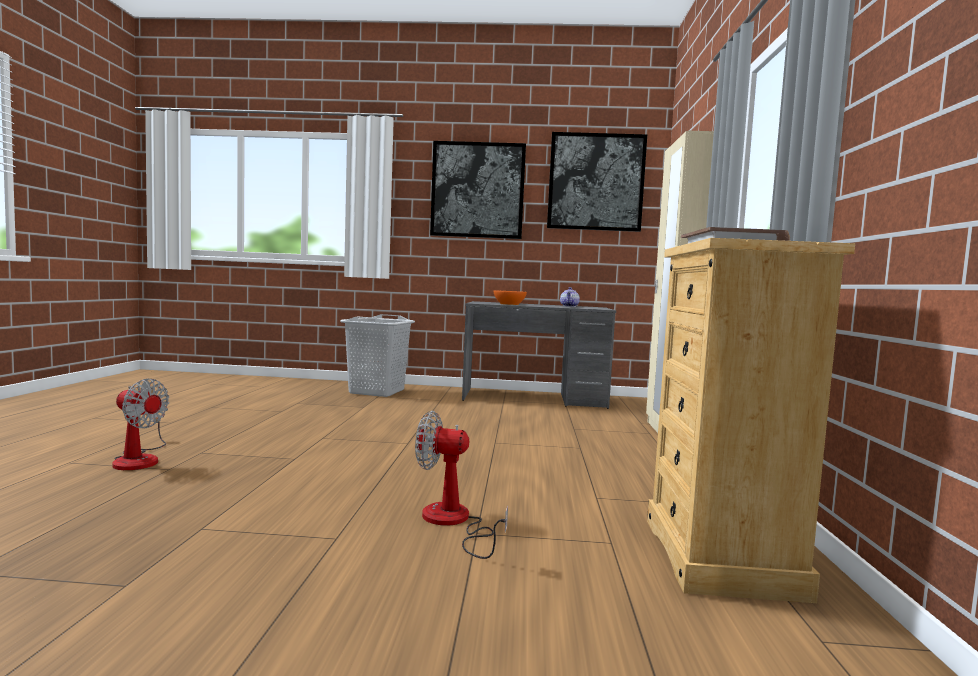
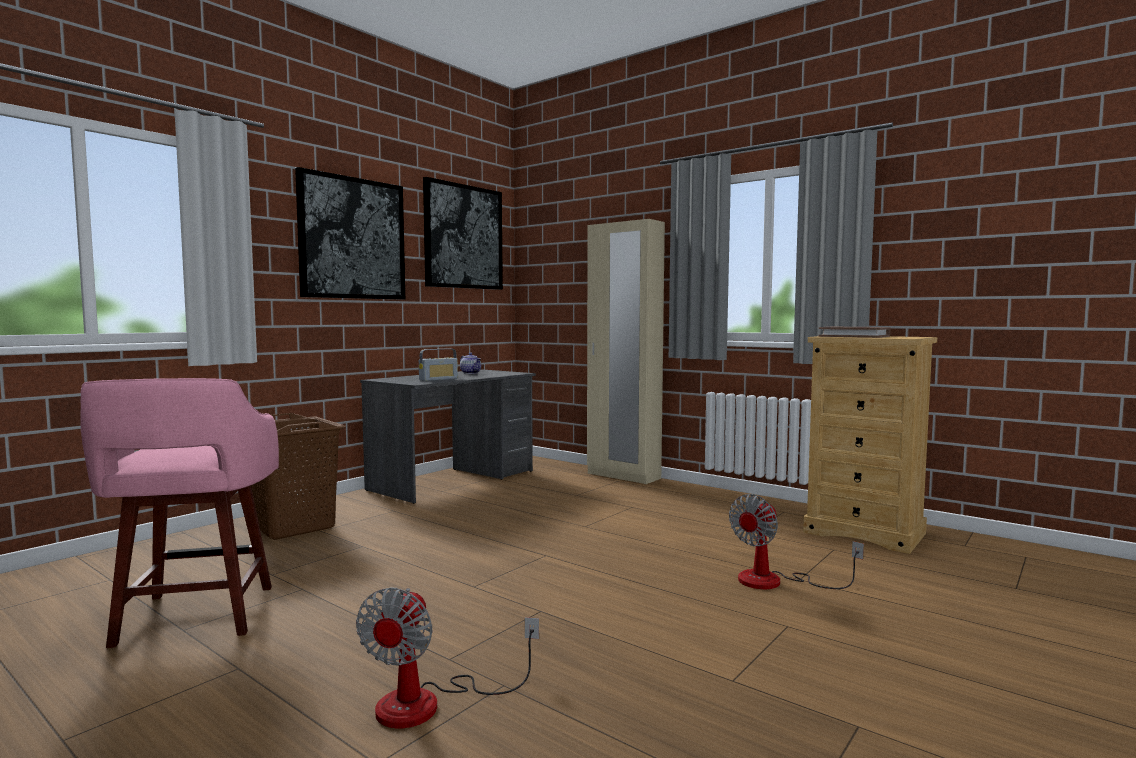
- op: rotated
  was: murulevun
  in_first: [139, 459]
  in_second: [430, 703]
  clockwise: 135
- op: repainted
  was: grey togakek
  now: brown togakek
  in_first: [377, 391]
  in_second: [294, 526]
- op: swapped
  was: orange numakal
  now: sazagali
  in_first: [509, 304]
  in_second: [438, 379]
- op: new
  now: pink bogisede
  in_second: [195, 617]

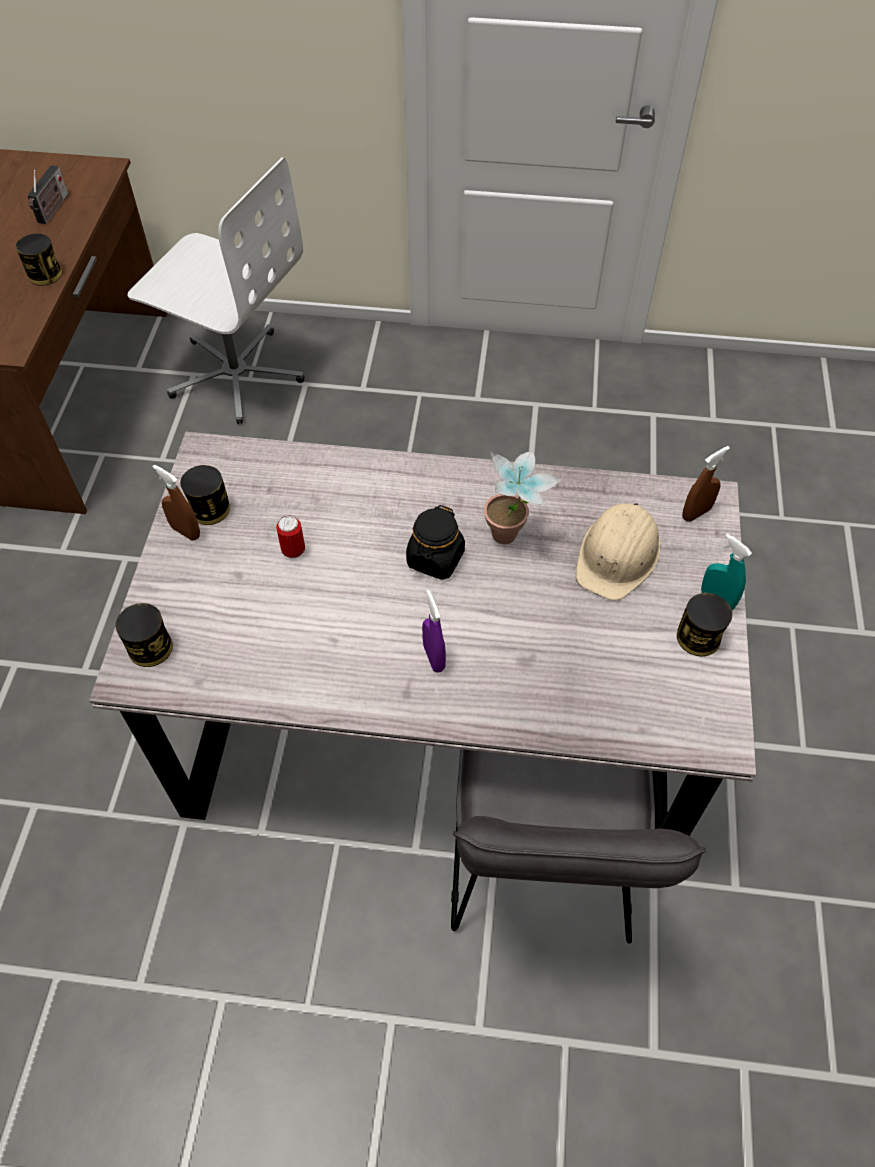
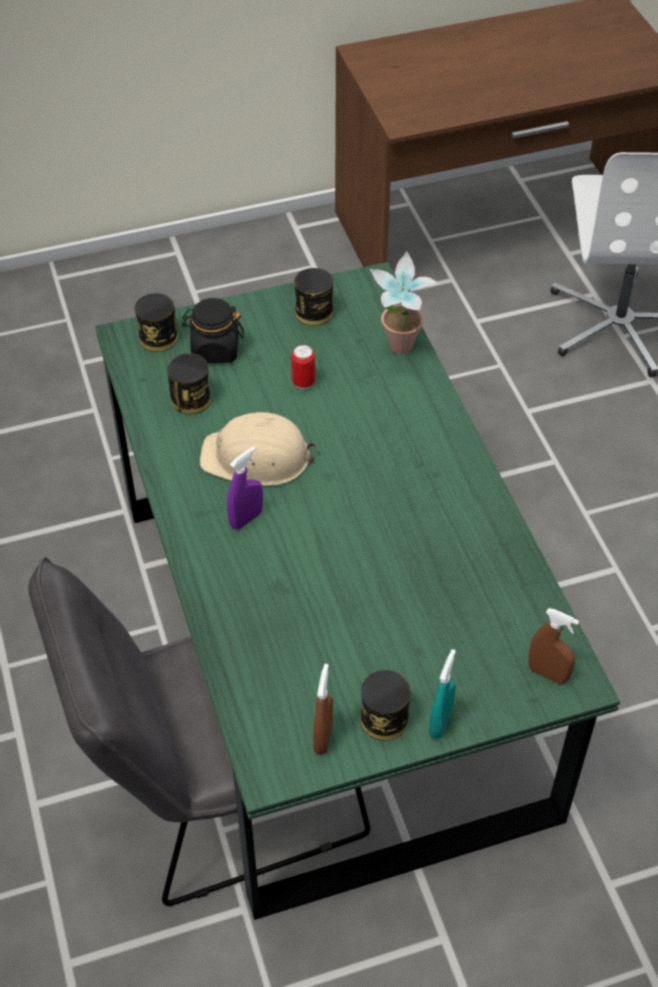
- op: shifted
  was: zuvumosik
  in_first: [45, 274]
  in_second: [191, 399]
- op: gone
  was: sazagali
  in_first: [52, 210]
- op: repainted
  was: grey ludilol
  now: green ludilol
  in_first: [436, 715]
  in_second: [325, 651]
- op: shifted
  was: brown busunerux
  in_first: [185, 531]
  in_second: [323, 737]
- op: shifted
  was: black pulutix
  in_first: [435, 559]
  in_second: [215, 350]
- op: shifted
  was: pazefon
  in_first: [512, 539]
  in_second: [399, 352]
- op: shifted
  was: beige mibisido
  in_first: [618, 555]
  in_second: [257, 458]

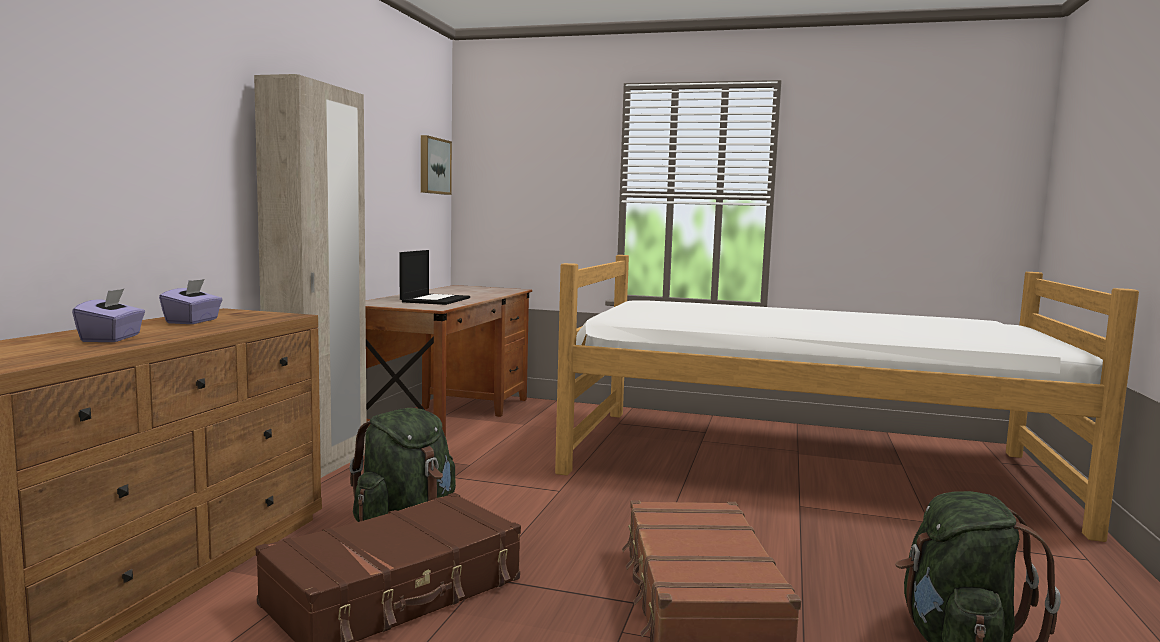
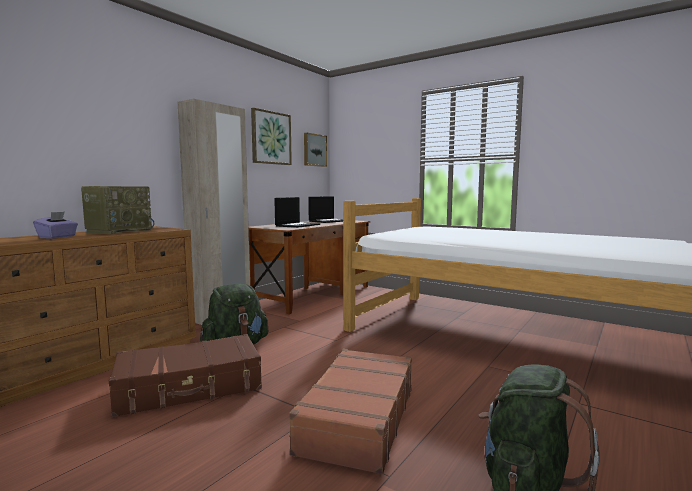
- op: swapped
  was: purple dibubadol
  now: sazagali
  in_first: [193, 321]
  in_second: [119, 231]
- op: new
  now: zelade
  in_second: [271, 138]
- op: new
  now: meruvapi
  in_second: [329, 221]

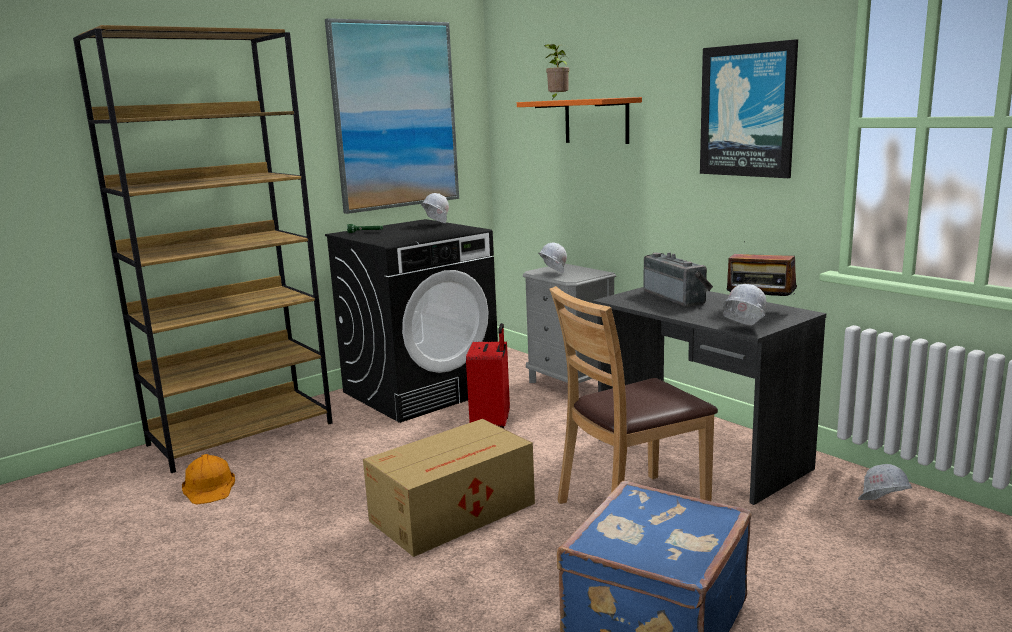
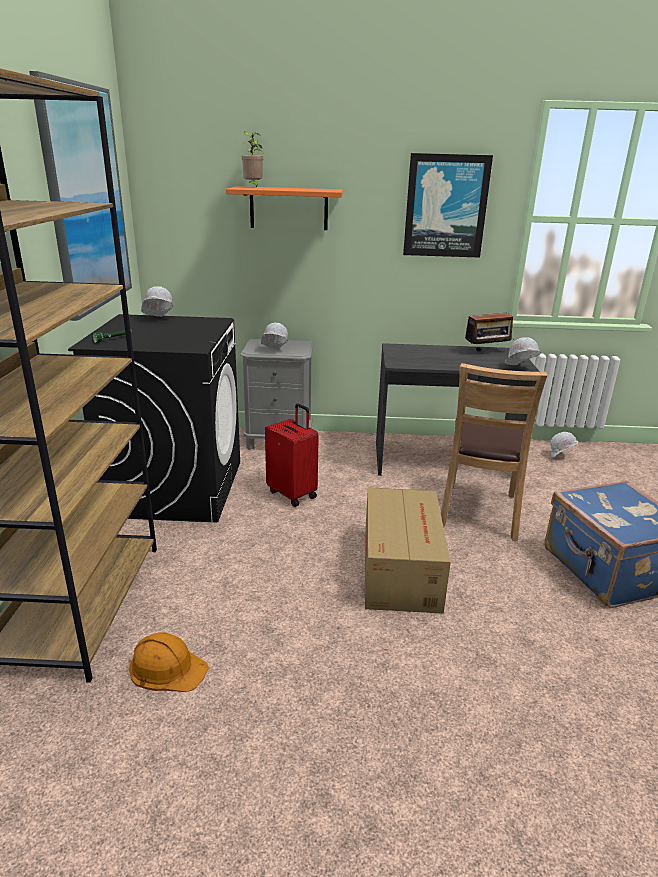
- op: gone
  was: sazagali
  in_first: [677, 297]

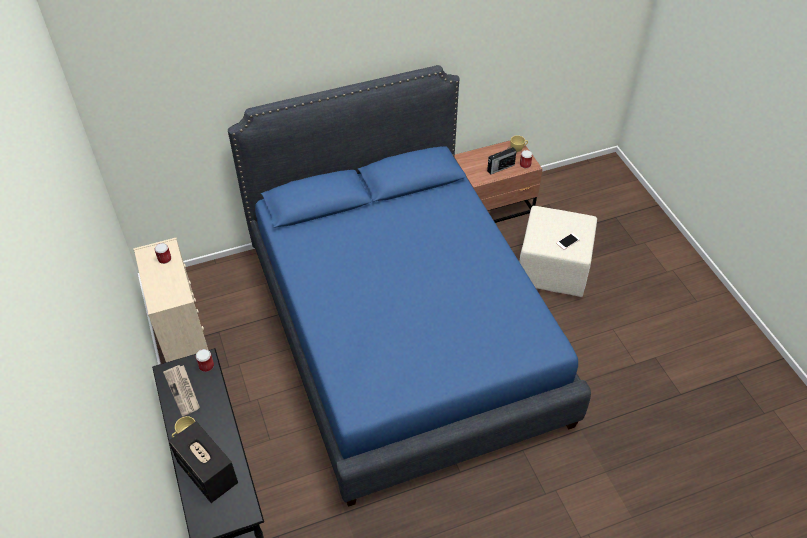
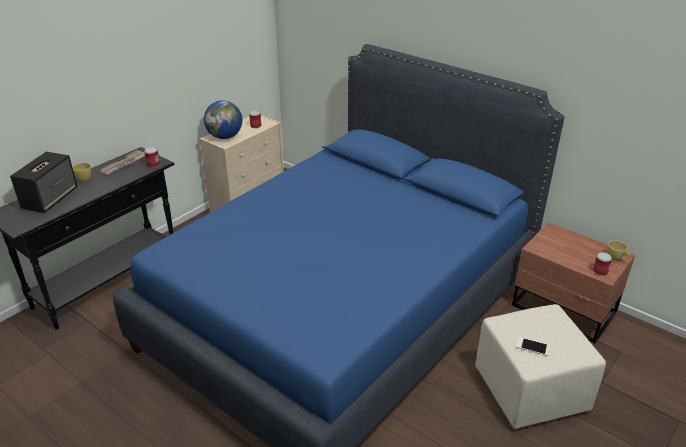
- op: gone
  was: sazagali
  in_first: [500, 168]
- op: new
  now: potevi
  in_second: [225, 137]

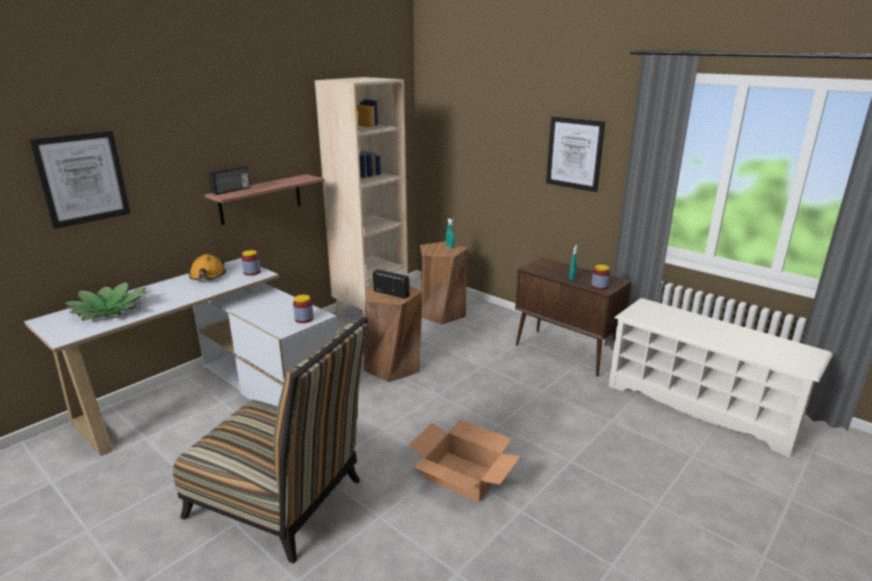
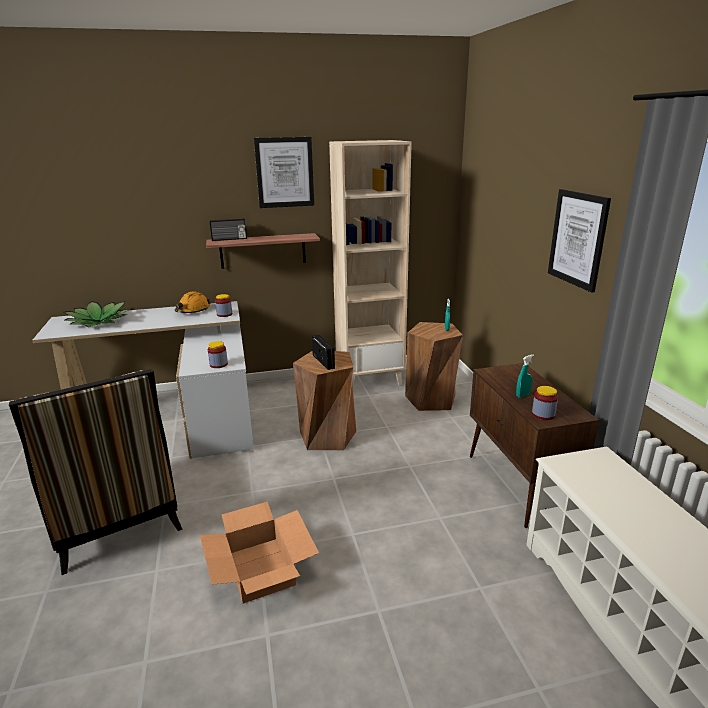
- op: shifted
  was: zelade
  in_first: [82, 178]
  in_second: [284, 172]

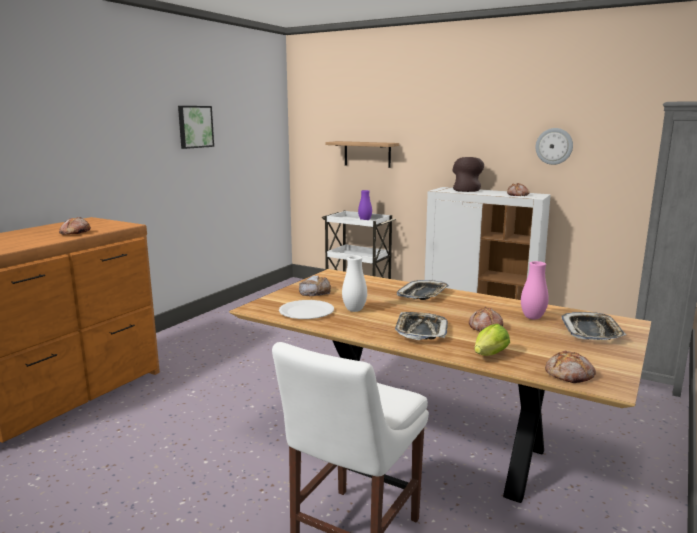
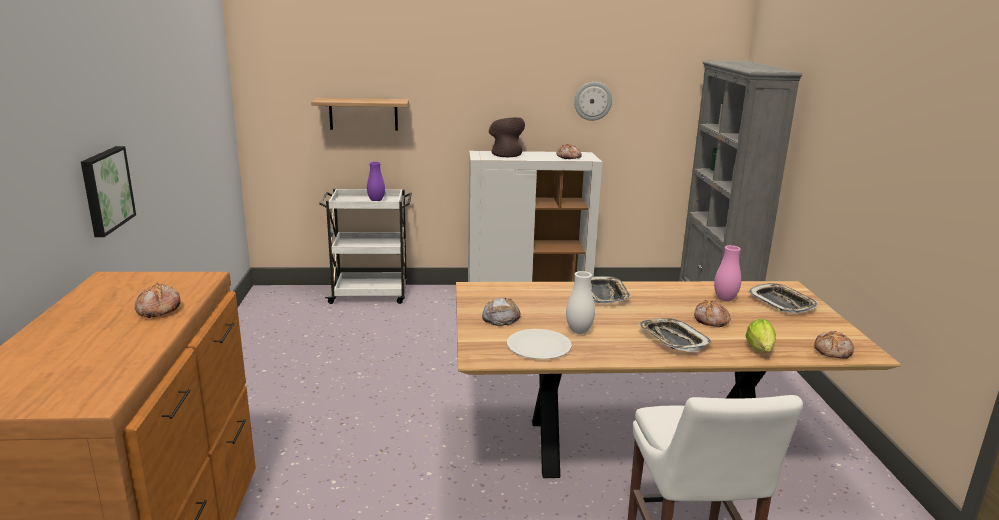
- op: shifted
  was: zelade
  in_first: [194, 126]
  in_second: [105, 190]

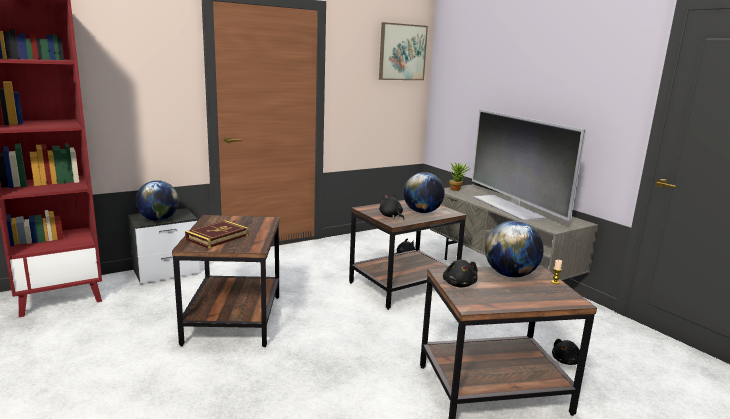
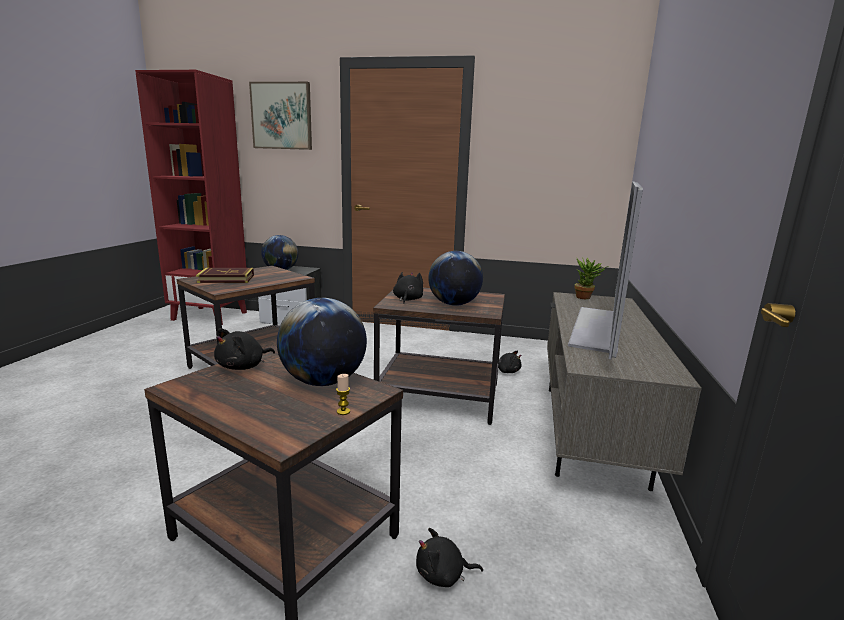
- op: shifted
  was: zelade
  in_first: [402, 52]
  in_second: [282, 116]

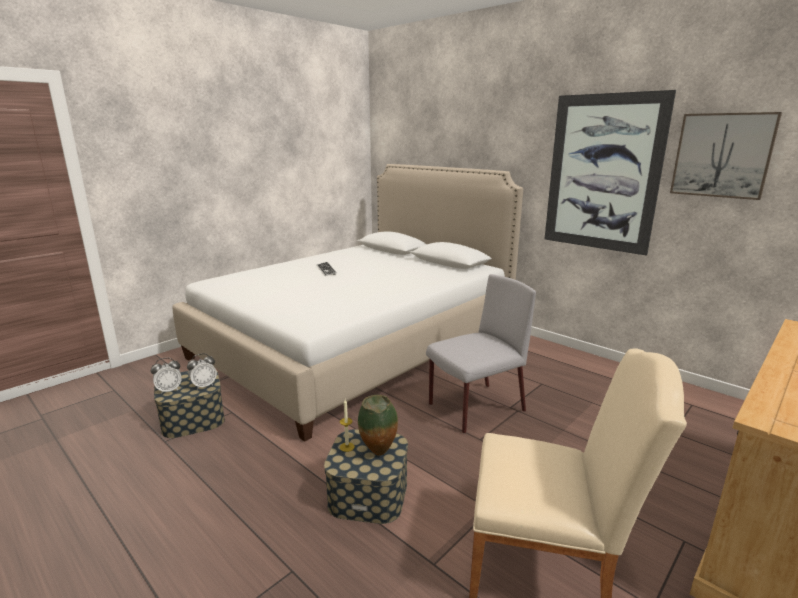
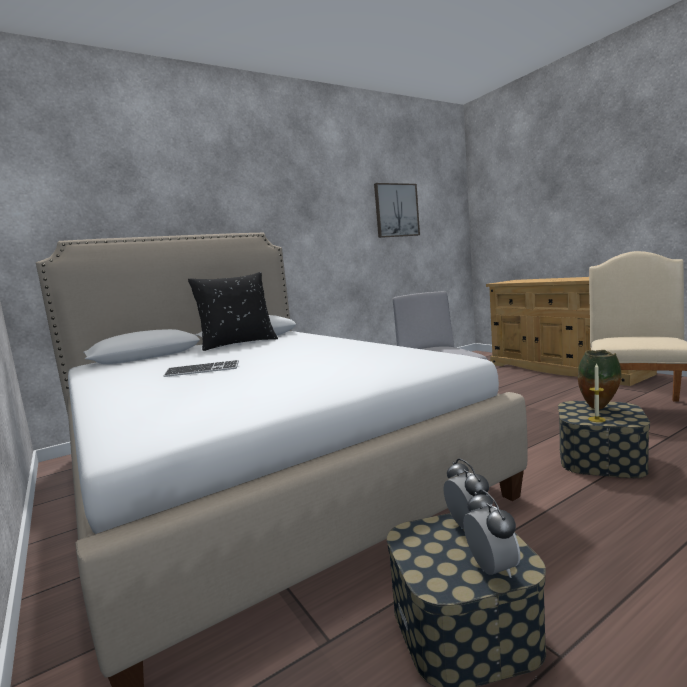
- op: gone
  was: zelade
  in_first: [602, 173]
- op: new
  now: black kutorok
  in_second: [238, 344]

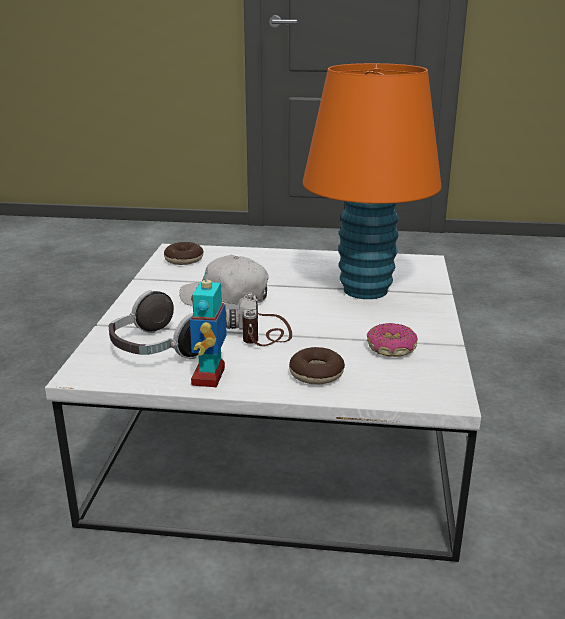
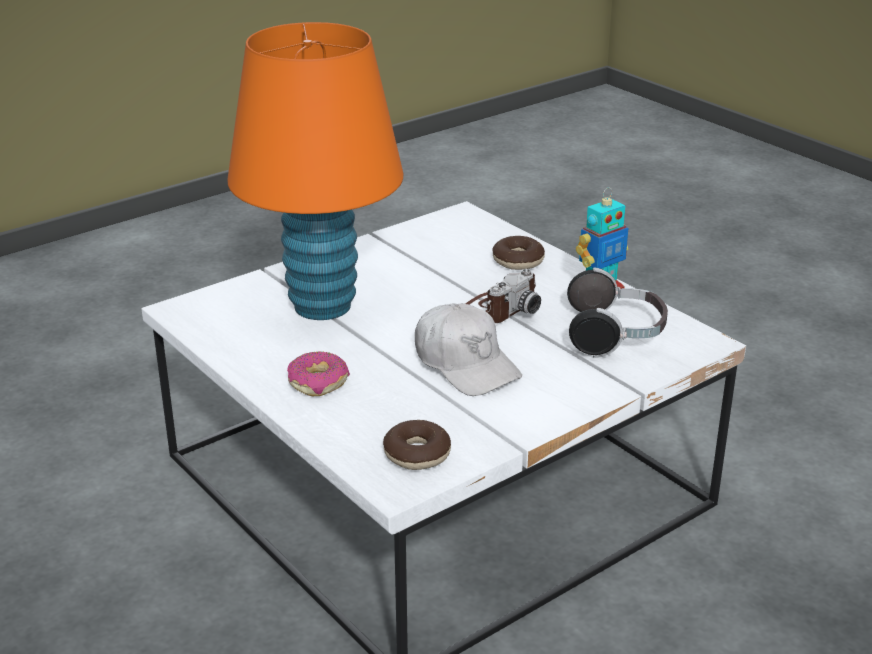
- op: shifted
  was: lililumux
  in_first: [391, 348]
  in_second: [318, 382]

